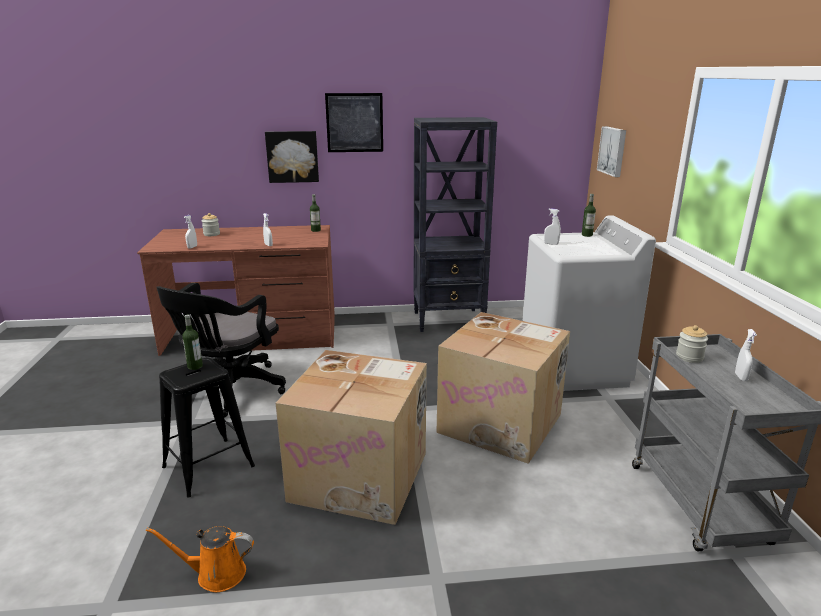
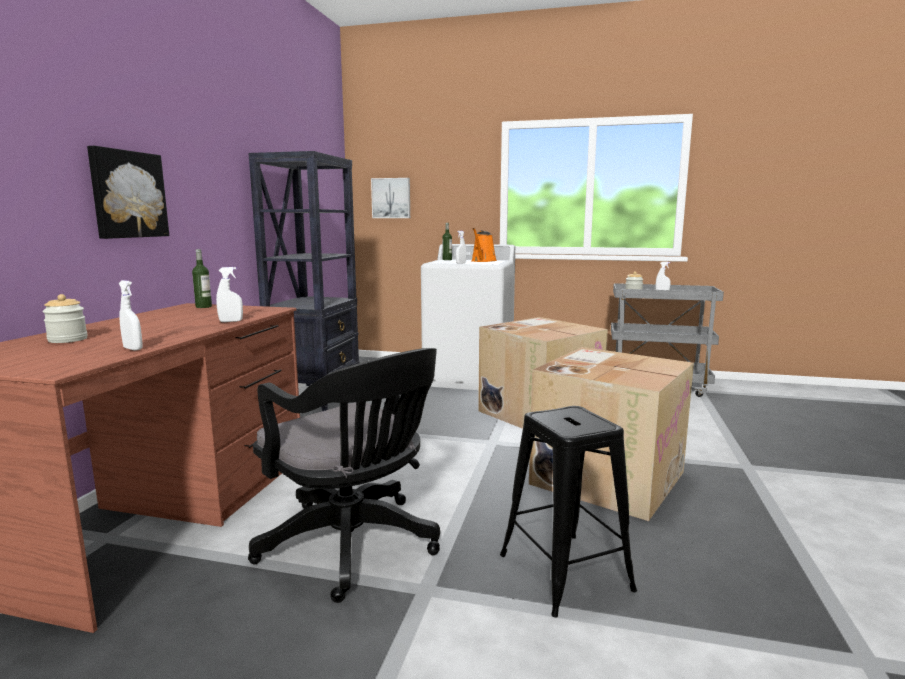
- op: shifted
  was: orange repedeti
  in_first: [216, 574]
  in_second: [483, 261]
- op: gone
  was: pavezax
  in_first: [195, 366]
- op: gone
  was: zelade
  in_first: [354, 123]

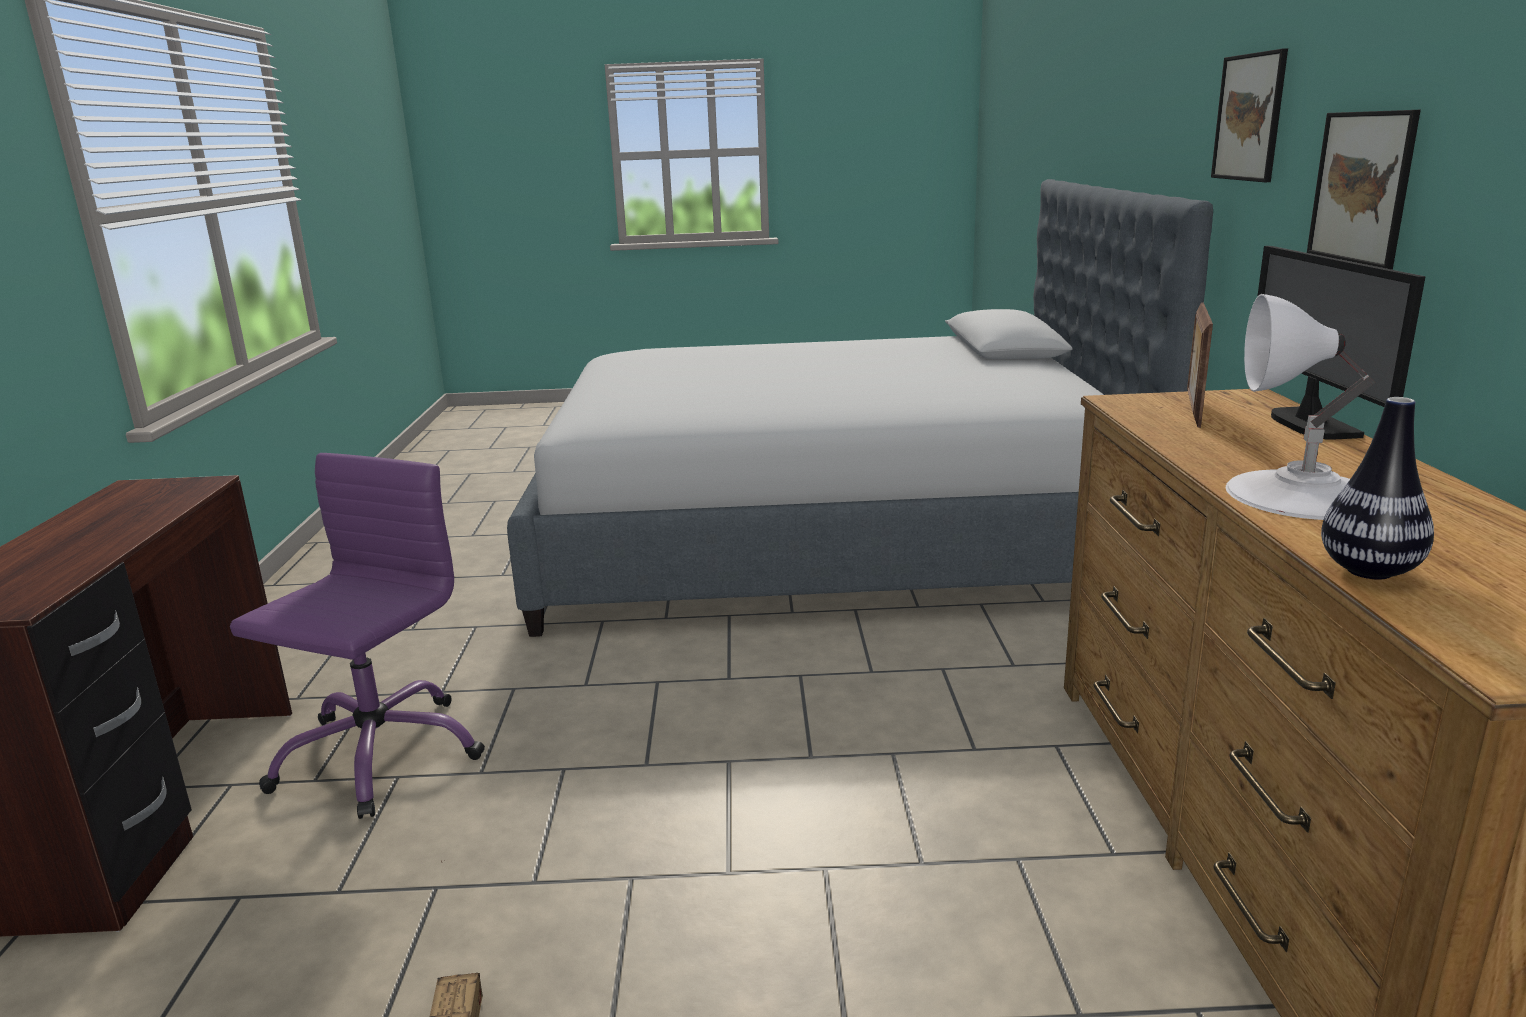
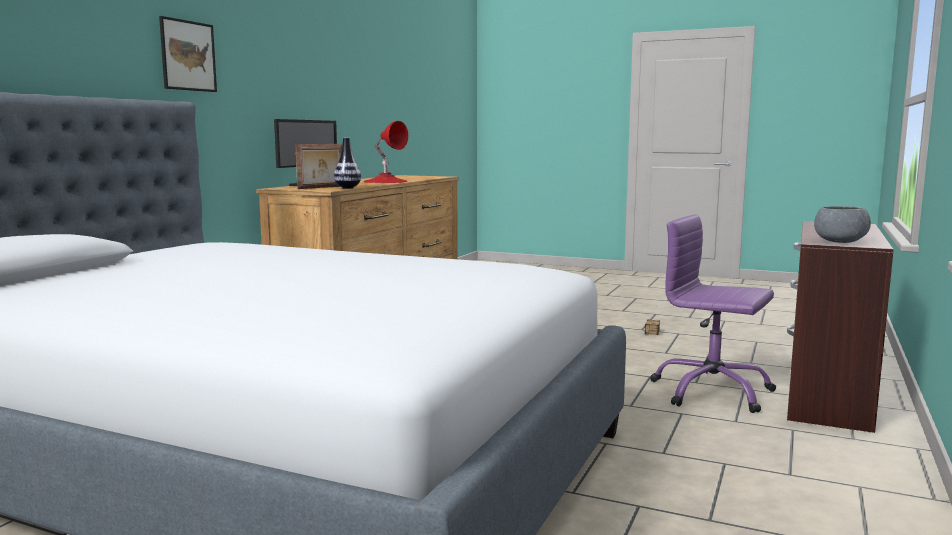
- op: rotated
  was: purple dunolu
  in_first: [378, 754]
  in_second: [711, 391]
  clockwise: 75
- op: repainted
  was: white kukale
  now: red kukale
  in_first: [1304, 494]
  in_second: [385, 181]
- op: gone
  was: zelade
  in_first: [1361, 187]
- op: shifted
  was: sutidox
  in_first: [1369, 571]
  in_second: [348, 188]
- op: new
  now: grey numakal
  in_second: [840, 242]

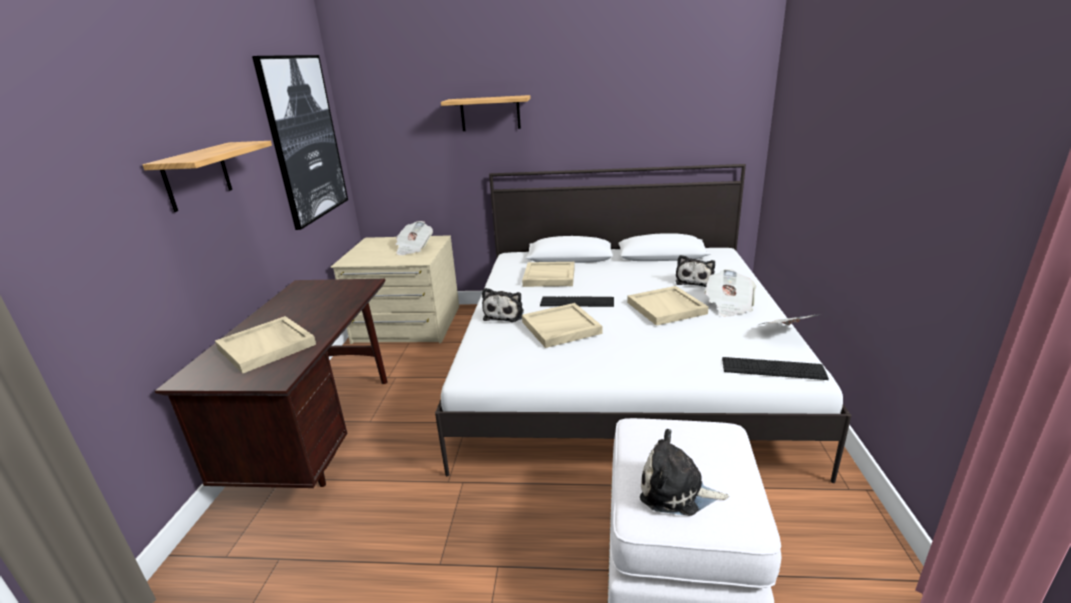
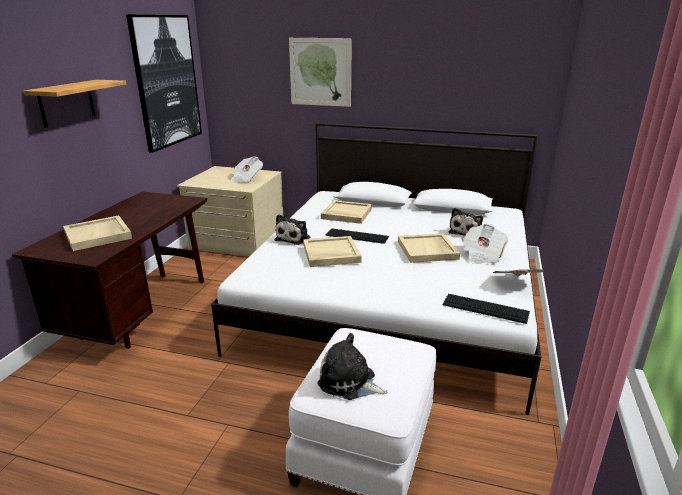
- op: swapped
  was: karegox
  now: zelade
  in_first: [490, 113]
  in_second: [320, 72]

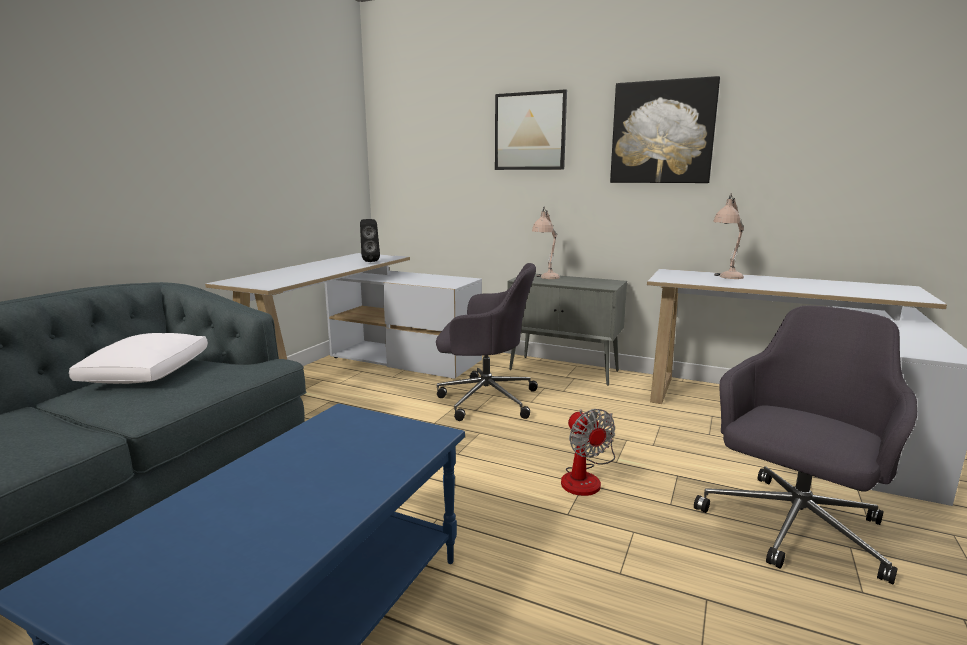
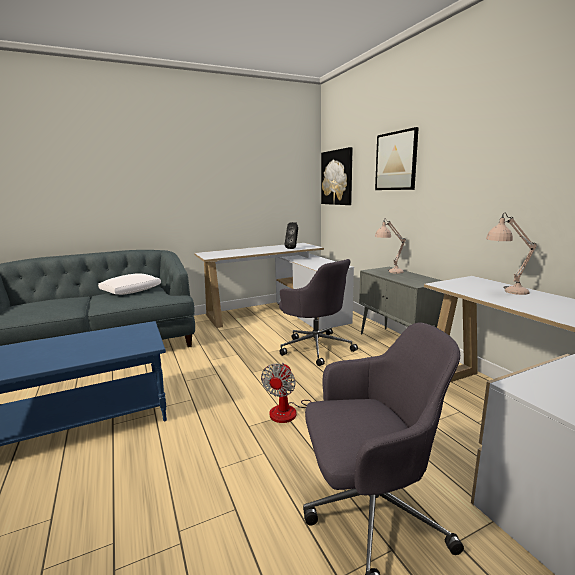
- op: shifted
  was: zelade
  in_first: [662, 133]
  in_second: [337, 177]

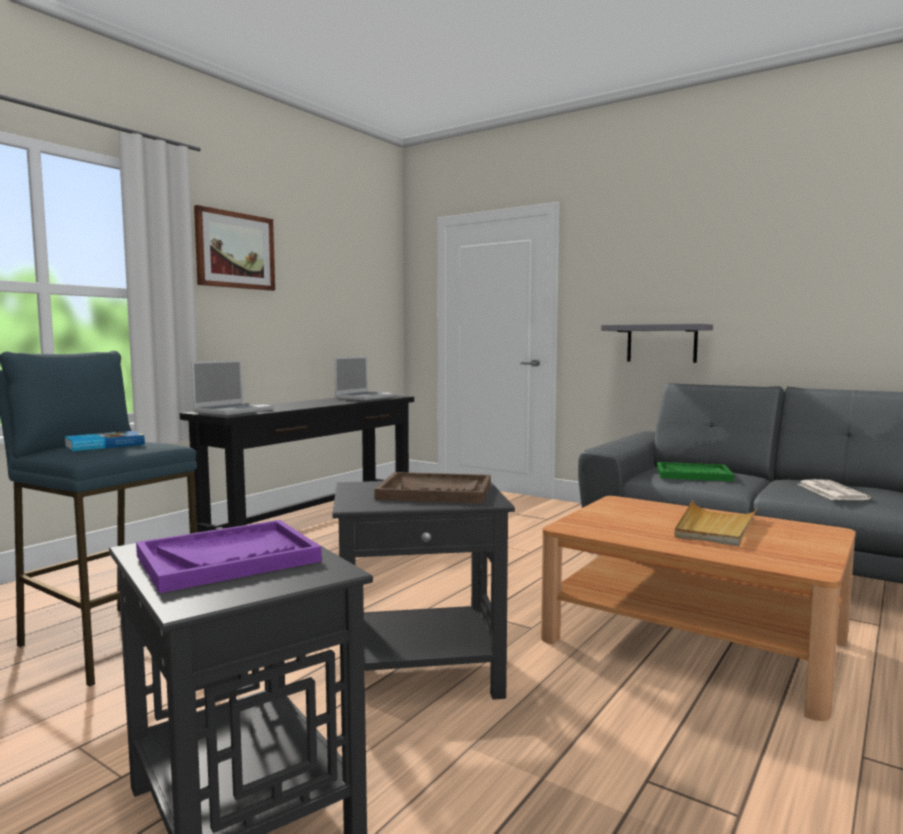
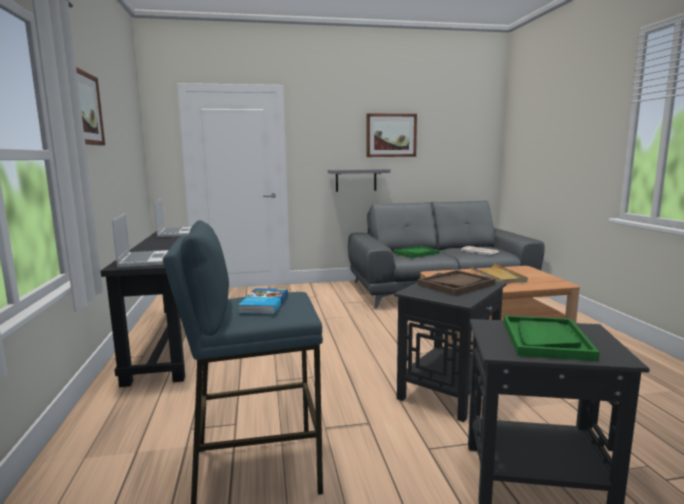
- op: repainted
  was: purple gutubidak
  now: green gutubidak
  in_first: [228, 558]
  in_second: [545, 339]
- op: new
  now: zelade
  in_second: [391, 135]

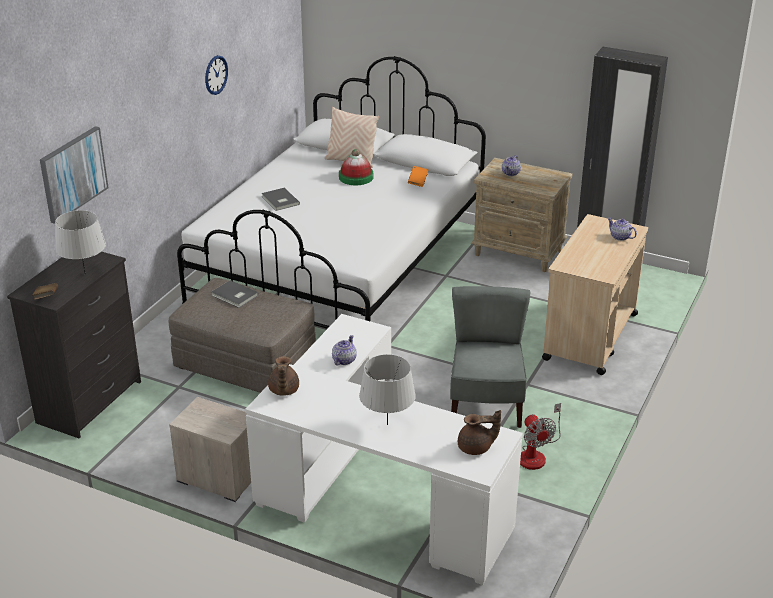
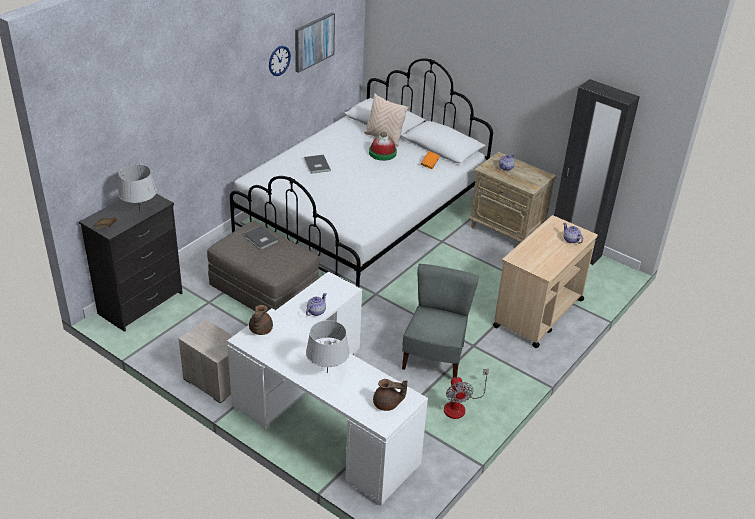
- op: shifted
  was: zelade
  in_first: [73, 173]
  in_second: [313, 41]

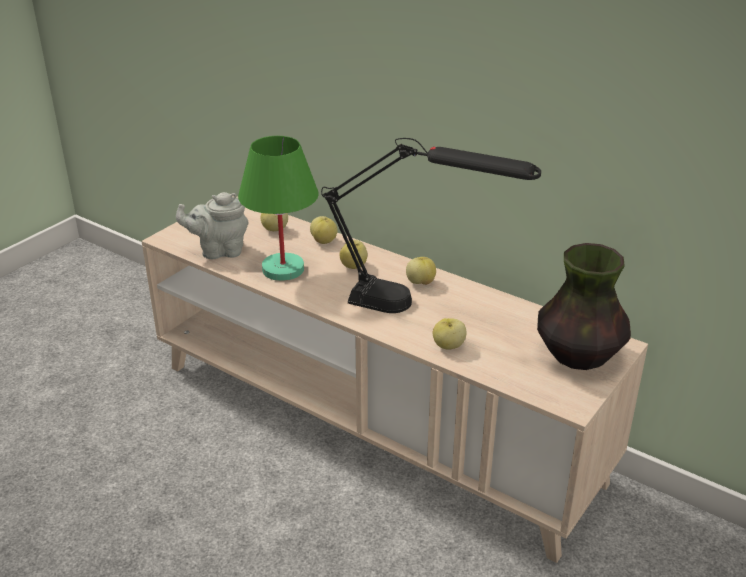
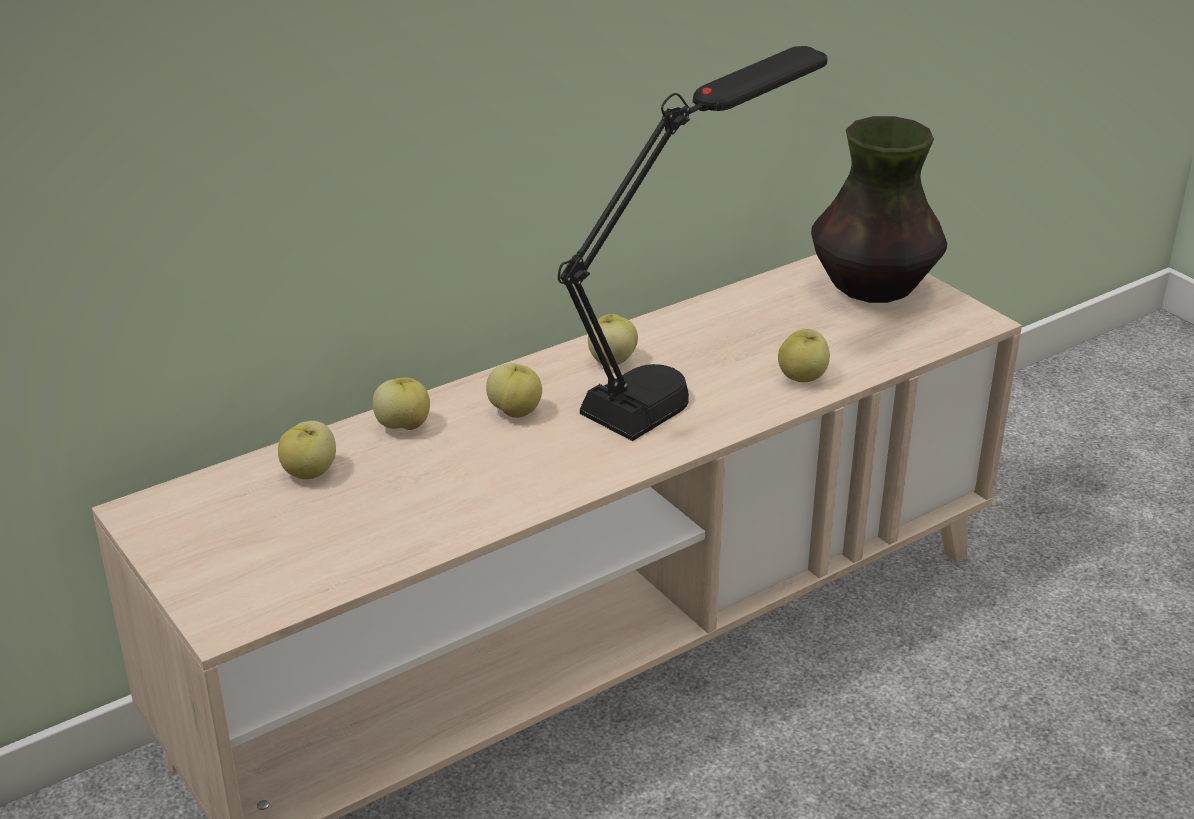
- op: gone
  was: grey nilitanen
  in_first: [219, 251]
- op: gone
  was: green kukale
  in_first: [282, 269]

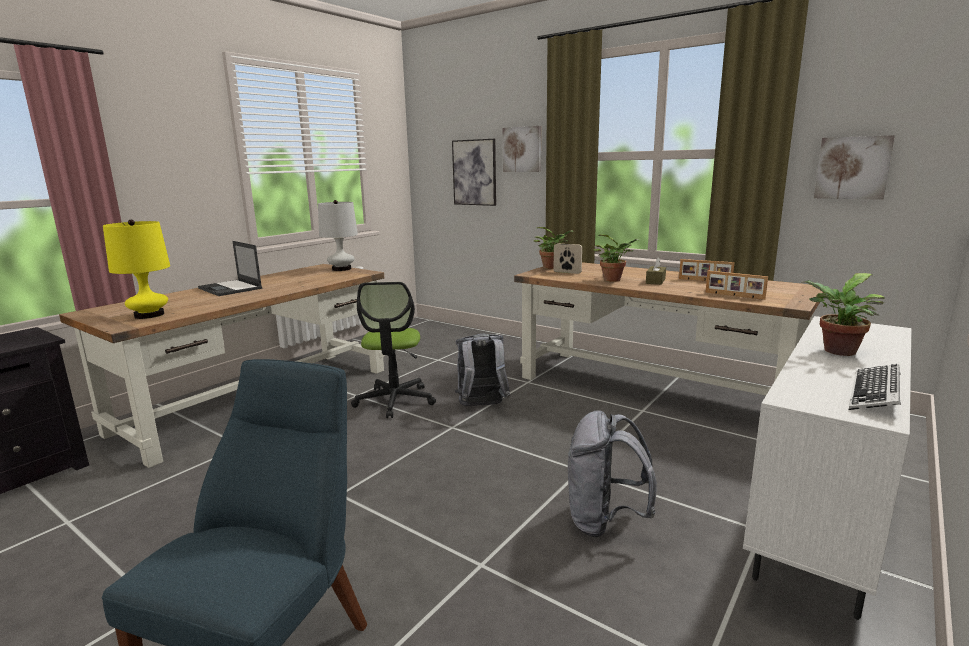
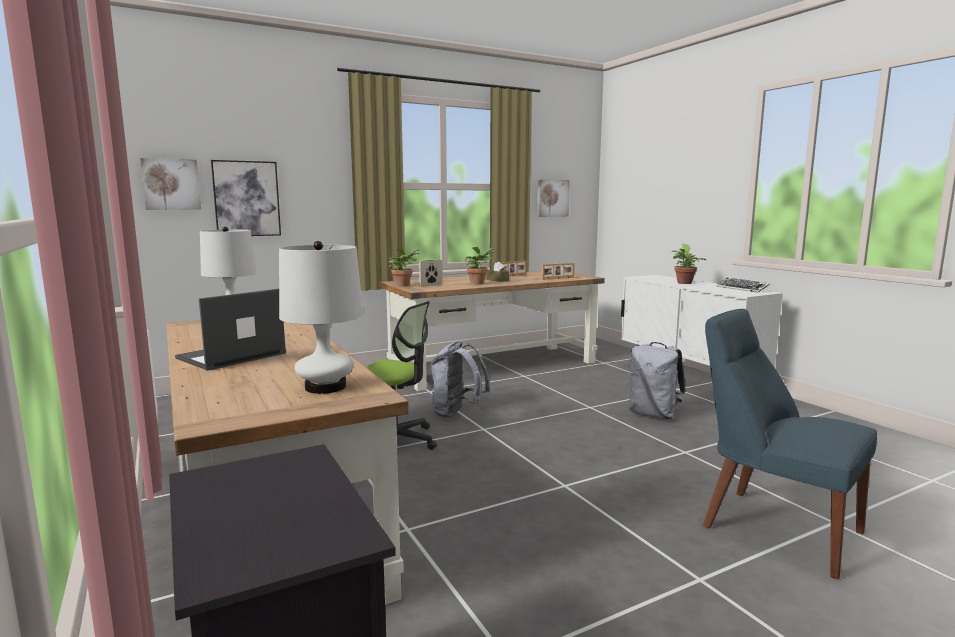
- op: repainted
  was: yellow kukale
  now: white kukale
  in_first: [149, 315]
  in_second: [325, 387]
- op: rotated
  was: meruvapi
  in_first: [230, 288]
  in_second: [230, 356]
  clockwise: 150
- op: shifted
  was: zelade
  in_first: [522, 149]
  in_second: [171, 184]

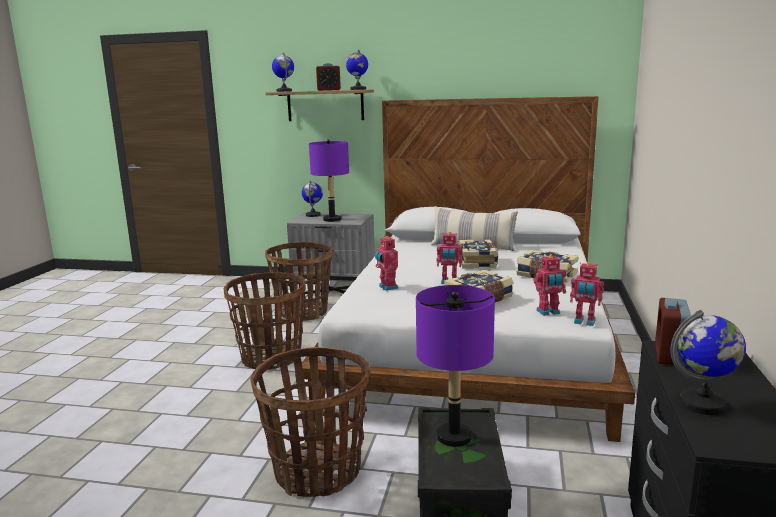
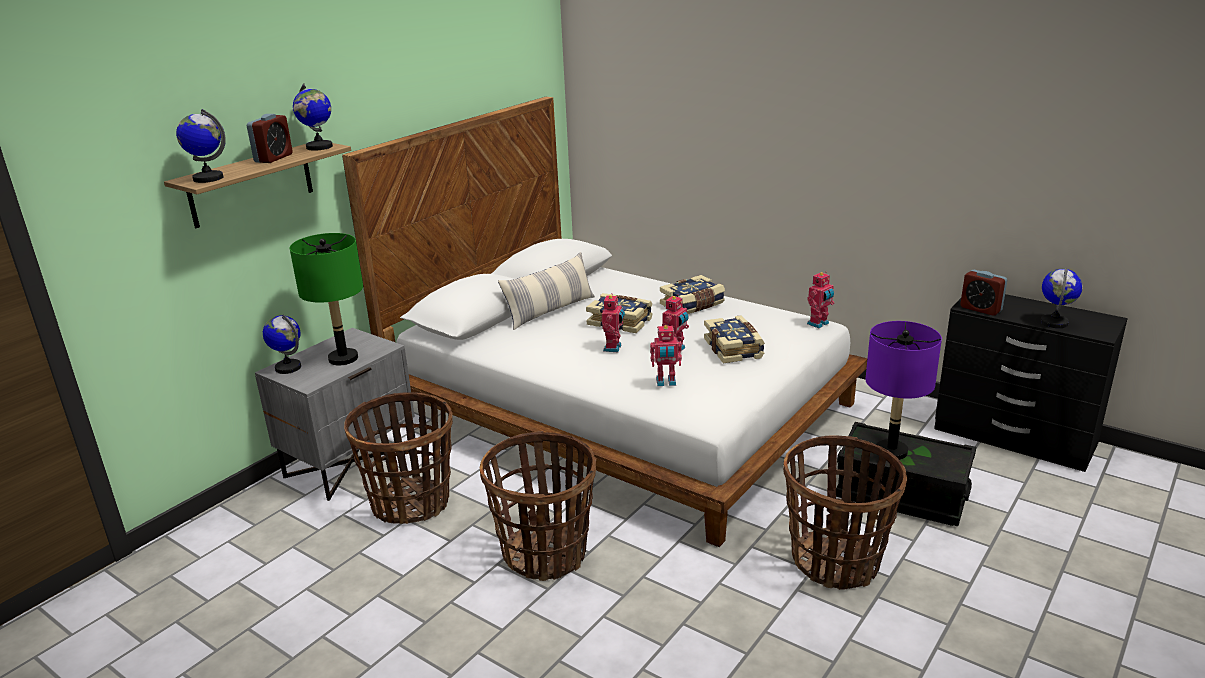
- op: repainted
  was: purple kukale
  now: green kukale
  in_first: [332, 219]
  in_second: [343, 358]
- op: shifted
  was: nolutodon
  in_first: [548, 312]
  in_second: [614, 348]

